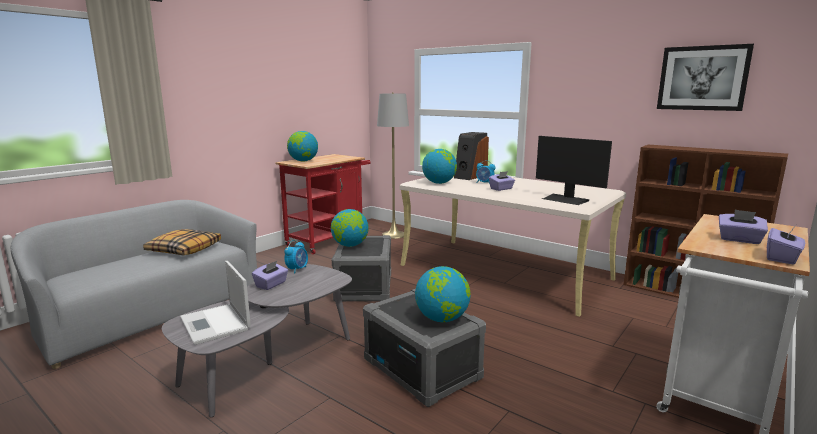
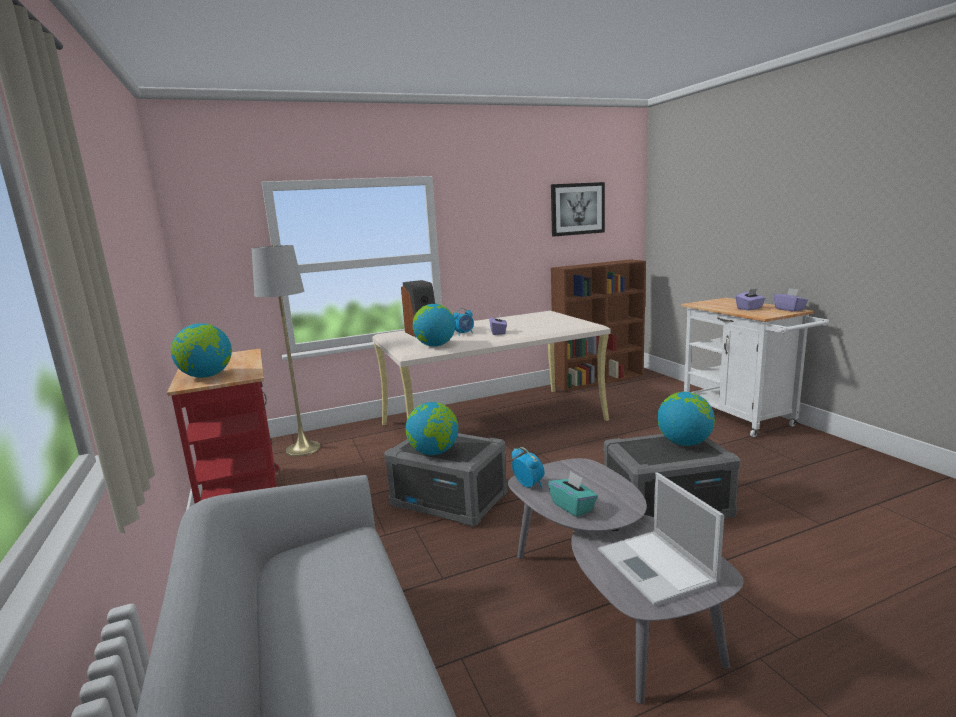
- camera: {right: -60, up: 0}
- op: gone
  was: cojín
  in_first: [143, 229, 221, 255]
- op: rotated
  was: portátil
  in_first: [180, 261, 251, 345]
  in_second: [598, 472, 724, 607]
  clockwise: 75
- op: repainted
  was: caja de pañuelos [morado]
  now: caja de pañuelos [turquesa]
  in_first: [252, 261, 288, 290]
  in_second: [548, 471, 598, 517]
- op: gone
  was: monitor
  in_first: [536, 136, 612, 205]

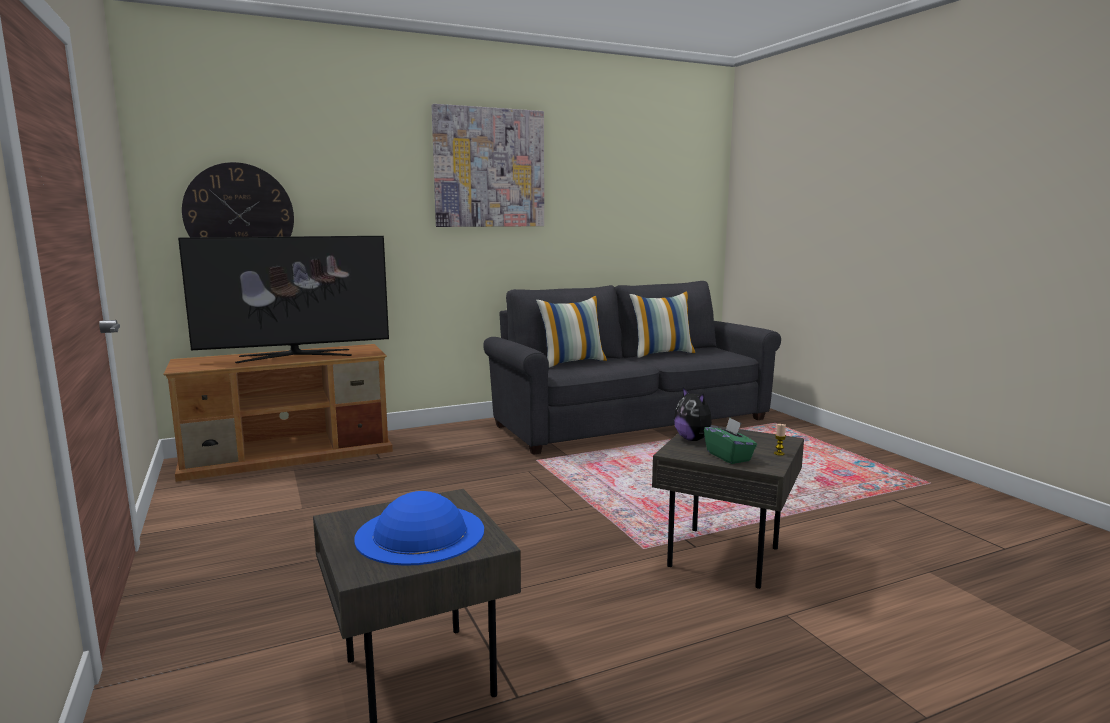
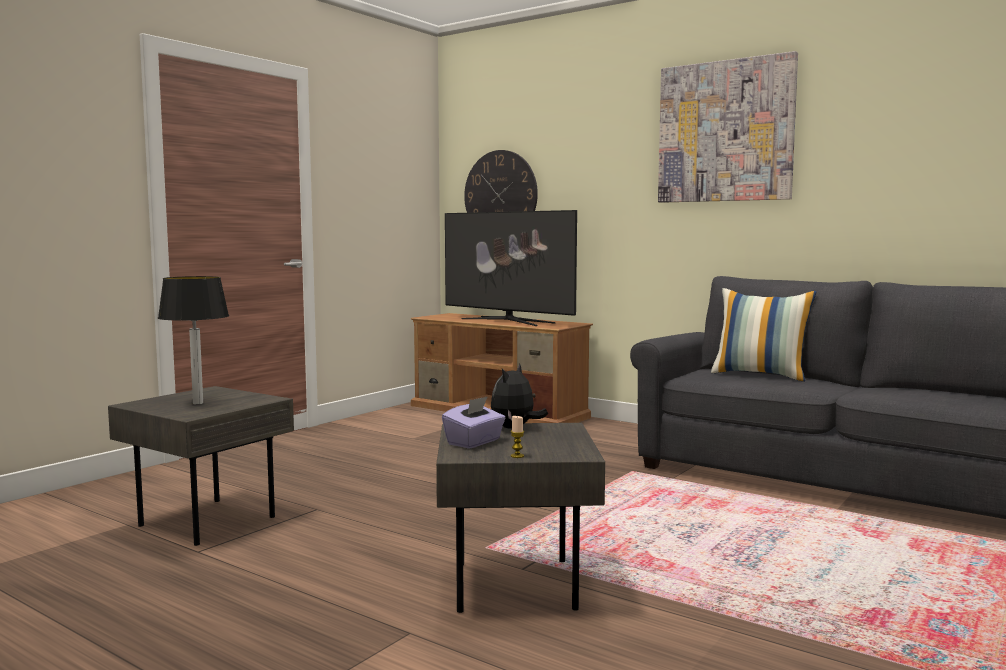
- camera: {right: 60, up: -5}
- op: swapped
  was: sombrero [azul]
  now: lámpara de mesa
  in_first: [354, 491, 484, 566]
  in_second: [158, 276, 229, 404]
- op: gone
  was: cojín
  in_first: [629, 291, 696, 358]
- op: repainted
  was: caja de pañuelos [verde]
  now: caja de pañuelos [morado]
  in_first: [704, 418, 757, 464]
  in_second: [442, 396, 506, 449]

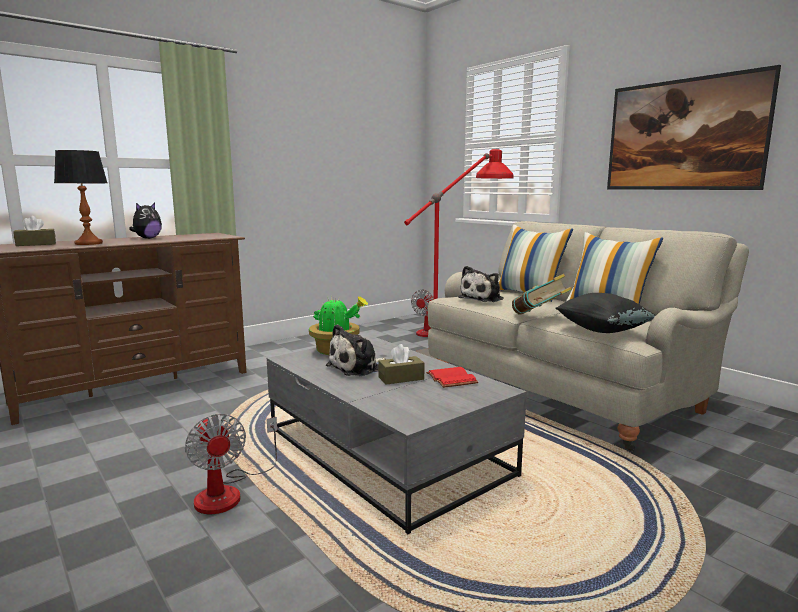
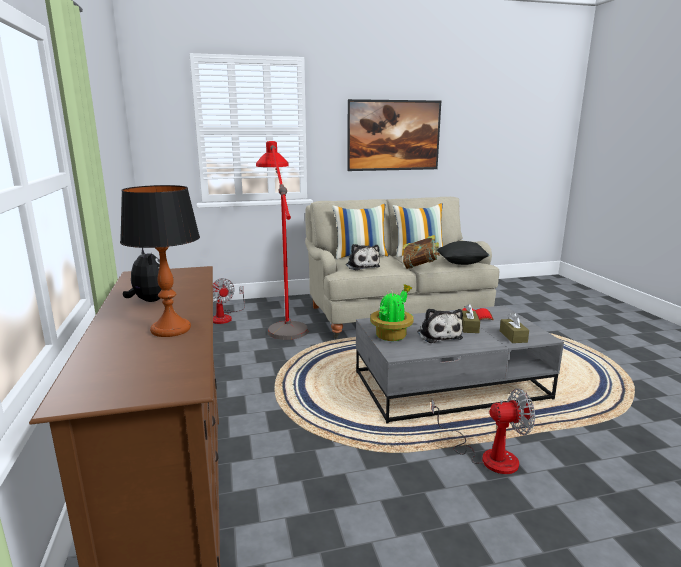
- camera: {right: -65, up: 5}
- op: shifted
  was: caja de pañuelos [marrón]
  in_first: [13, 216, 56, 246]
  in_second: [500, 312, 529, 343]

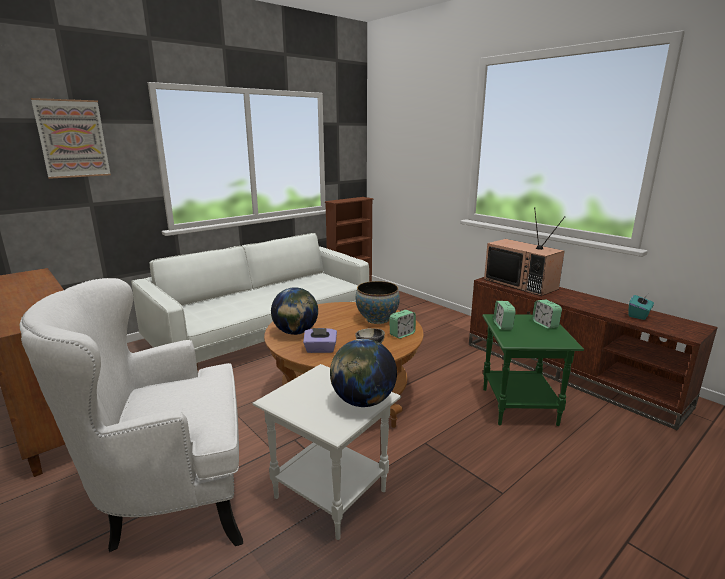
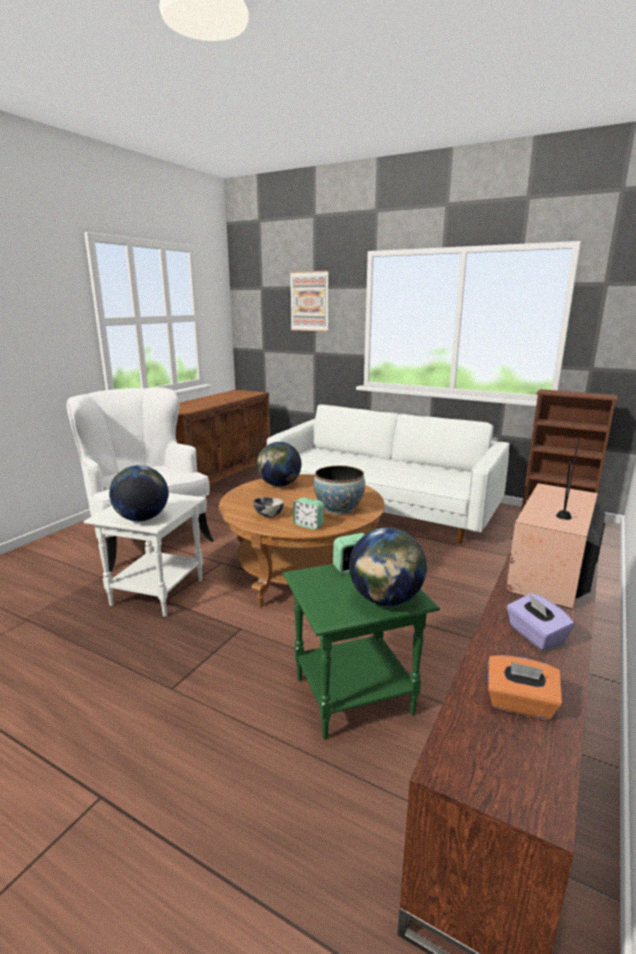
- camera: {right: 70, up: 0}
- op: shifted
  was: caja de pañuelos [morado]
  in_first: [303, 328, 337, 353]
  in_second: [507, 593, 574, 650]
- op: swapped
  was: despertador
  now: globo terráqueo
  in_first: [532, 299, 562, 329]
  in_second: [349, 527, 427, 606]
- op: repainted
  was: caja de pañuelos [turquesa]
  now: caja de pañuelos [naranja]
  in_first: [628, 294, 654, 320]
  in_second: [488, 655, 562, 720]

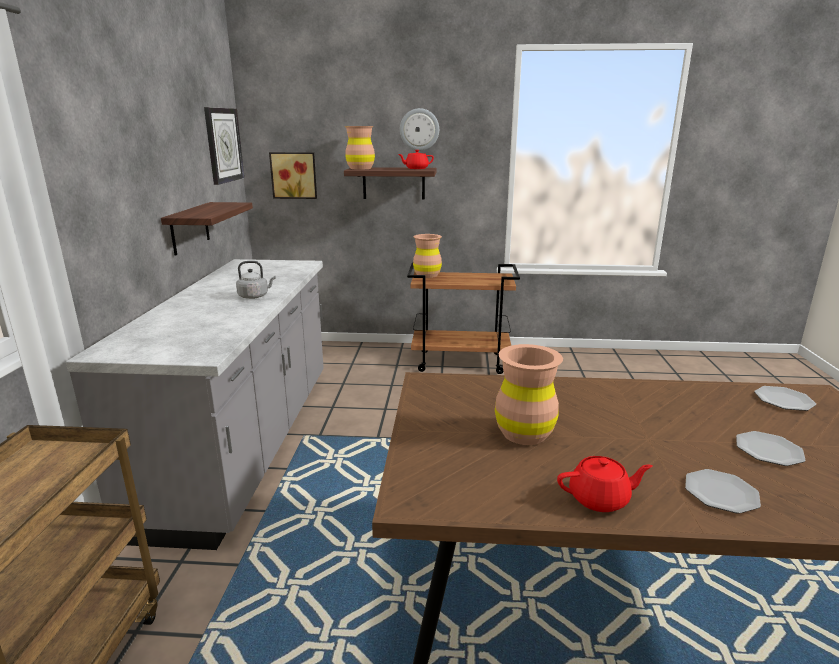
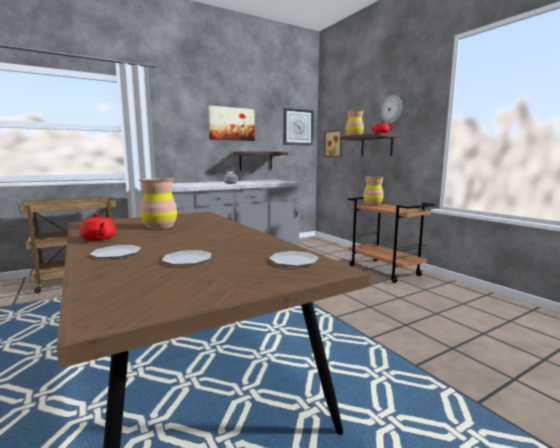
- camera: {right: 55, up: -10}
- op: new
  now: cuadro
  in_second: [208, 106, 255, 141]

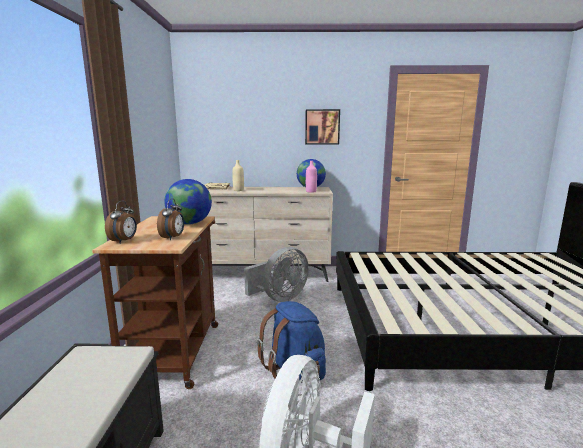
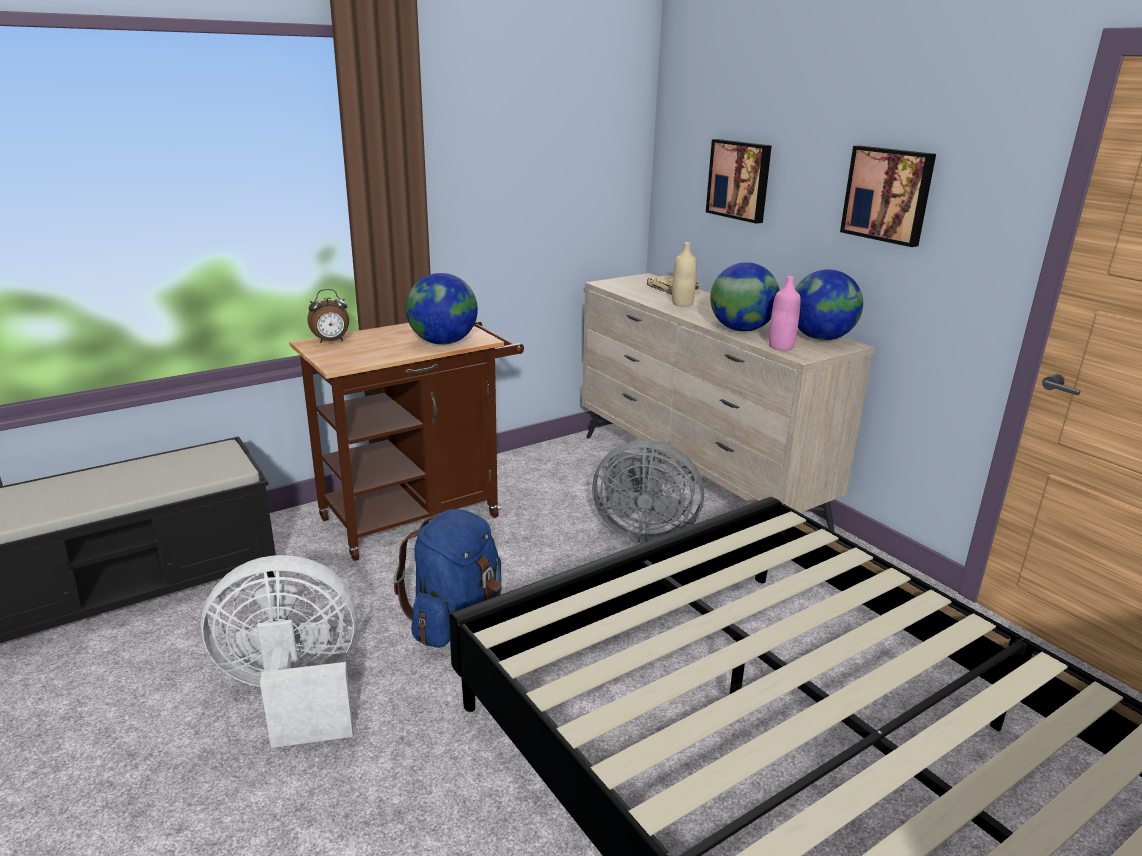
- camera: {right: 55, up: 10}
- op: gone
  was: despertador
  in_first: [157, 198, 184, 240]
- op: new
  now: cuadro
  in_second: [706, 139, 772, 224]
- op: new
  now: globo terráqueo
  in_second: [710, 262, 780, 331]

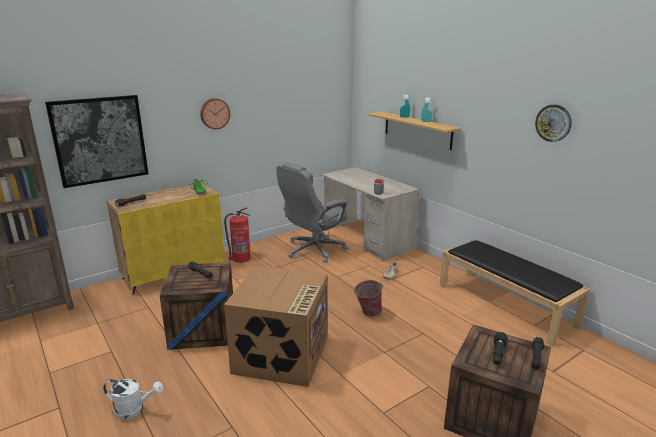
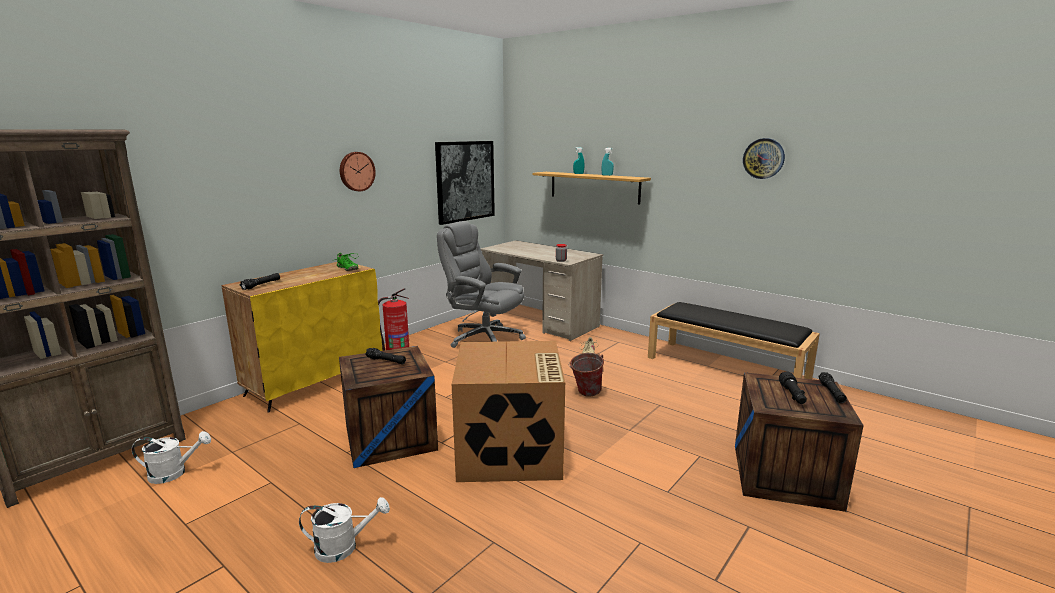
- camera: {right: -15, up: -5}
- op: shifted
  was: cuadro
  in_first: [45, 95, 148, 188]
  in_second: [435, 141, 495, 225]
- op: rotated
  was: silla de oficina [gris]
  in_first: [276, 162, 348, 263]
  in_second: [437, 221, 526, 348]
  clockwise: 90
- op: new
  now: regadera [blanco]
  in_second: [132, 431, 211, 484]

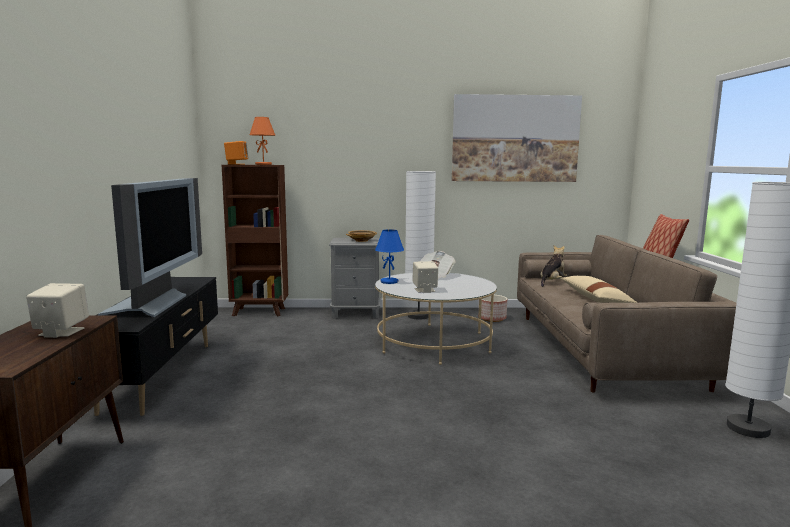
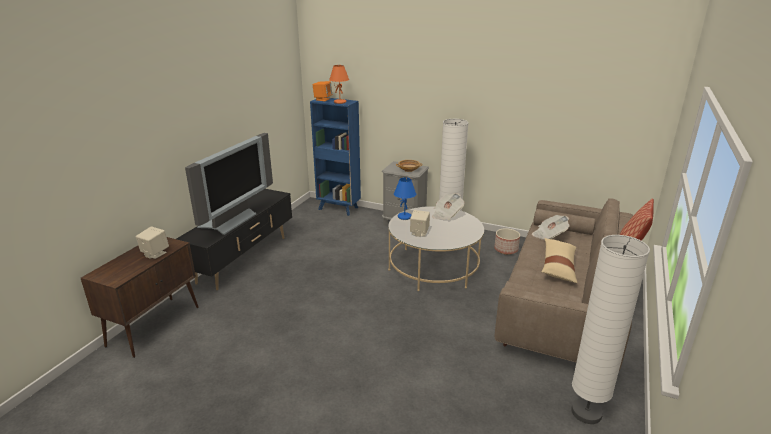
- camera: {right: 25, up: 15}
- op: repainted
  was: estantería [marrón]
  now: estantería [azul]
  in_first: [222, 165, 288, 316]
  in_second: [310, 98, 361, 216]
- op: gone
  was: cuadro
  in_first: [452, 94, 582, 182]
- op: swapped
  was: peluche
  now: periódico
  in_first: [541, 245, 567, 287]
  in_second: [532, 215, 569, 241]

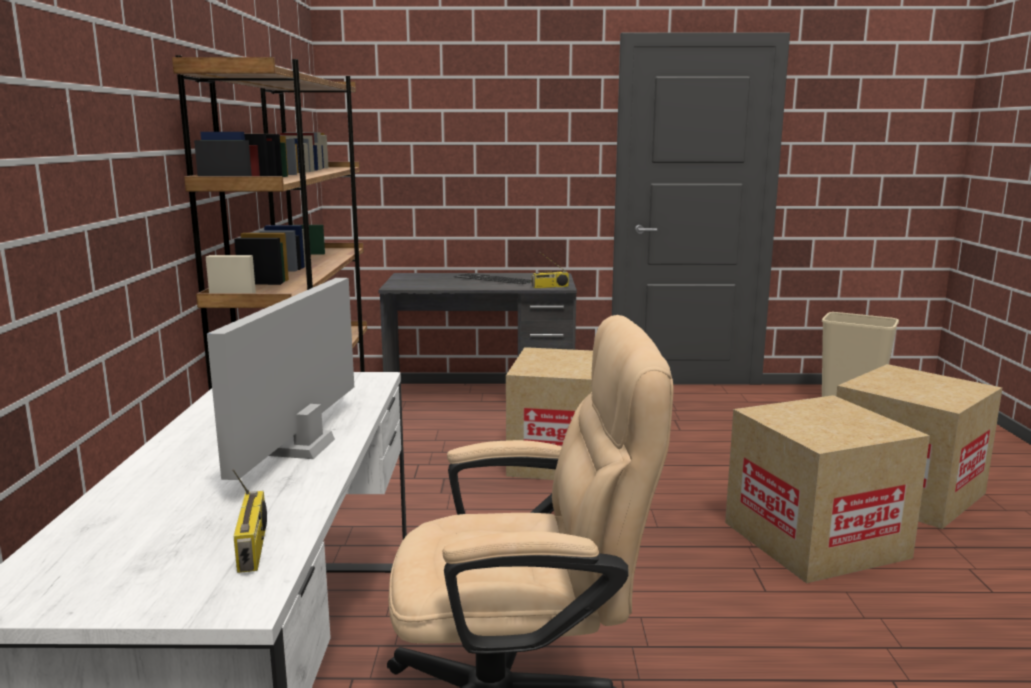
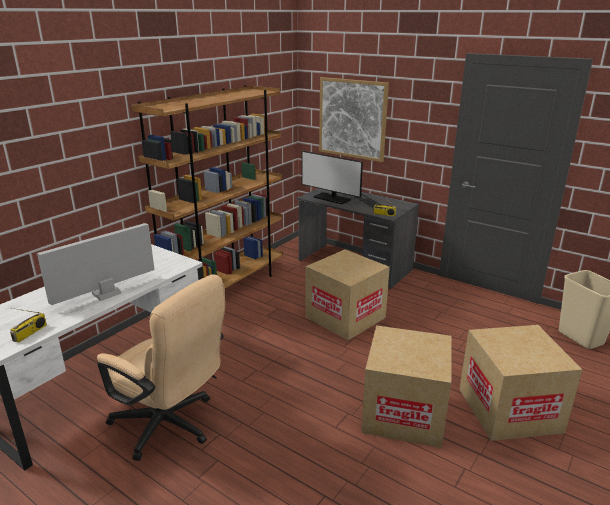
- camera: {right: 35, up: 10}
- op: new
  now: monitor
  in_second: [302, 151, 363, 204]
- op: new
  now: cuadro
  in_second: [319, 77, 389, 162]

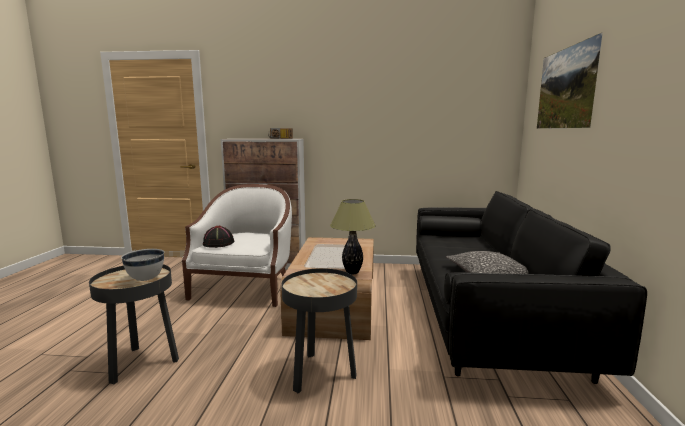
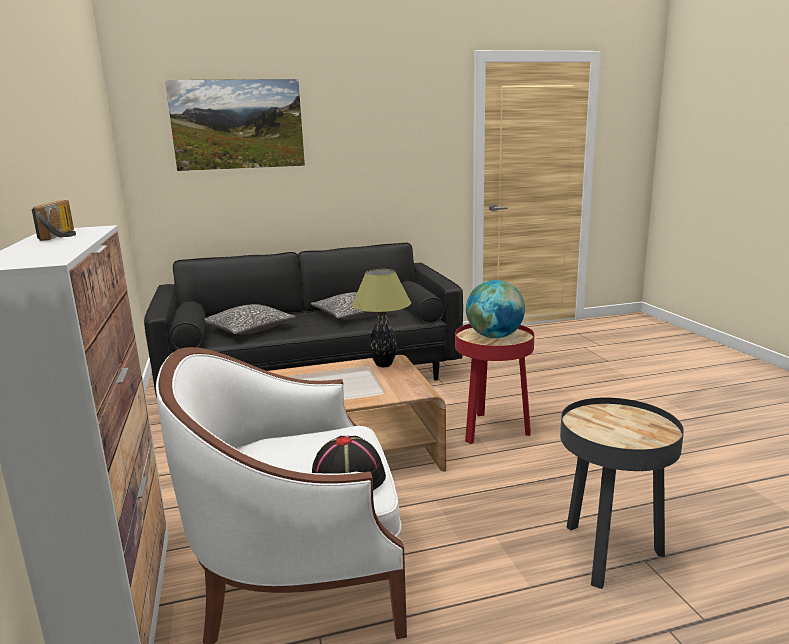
- camera: {right: -110, up: 5}
- op: gone
  was: cuenco [blanco]
  in_first: [121, 249, 164, 281]
- op: repainted
  was: mesa auxiliar [negro]
  now: mesa auxiliar [rojo]
  in_first: [282, 268, 357, 393]
  in_second: [455, 324, 534, 444]
- op: new
  now: cojín
  in_second: [205, 304, 295, 334]
- op: new
  now: globo terráqueo
  in_second: [466, 280, 525, 338]

